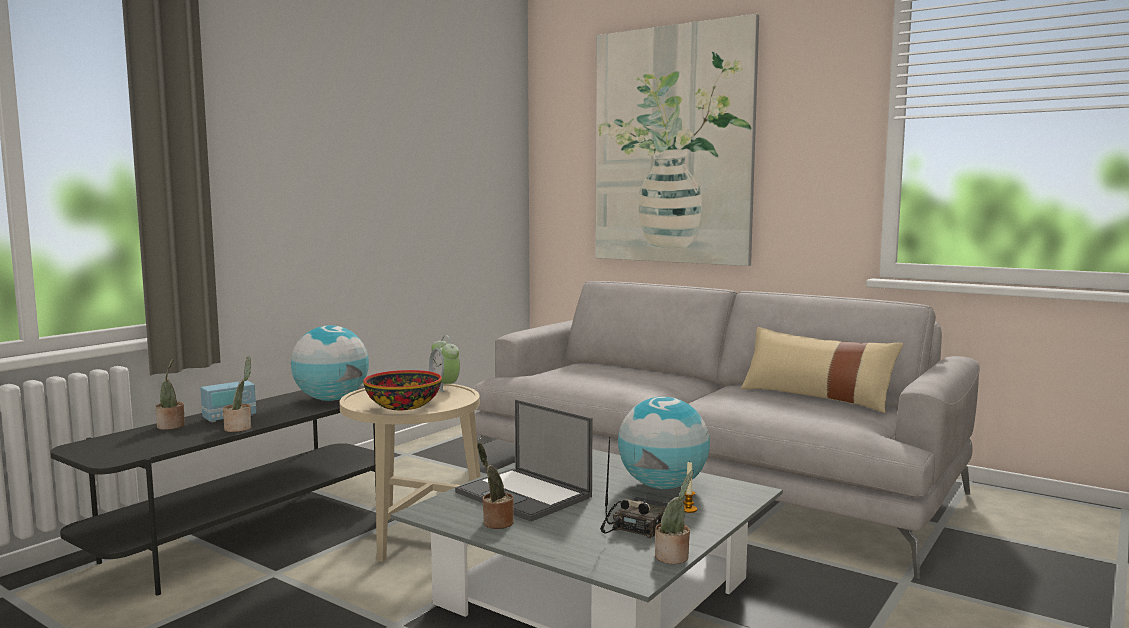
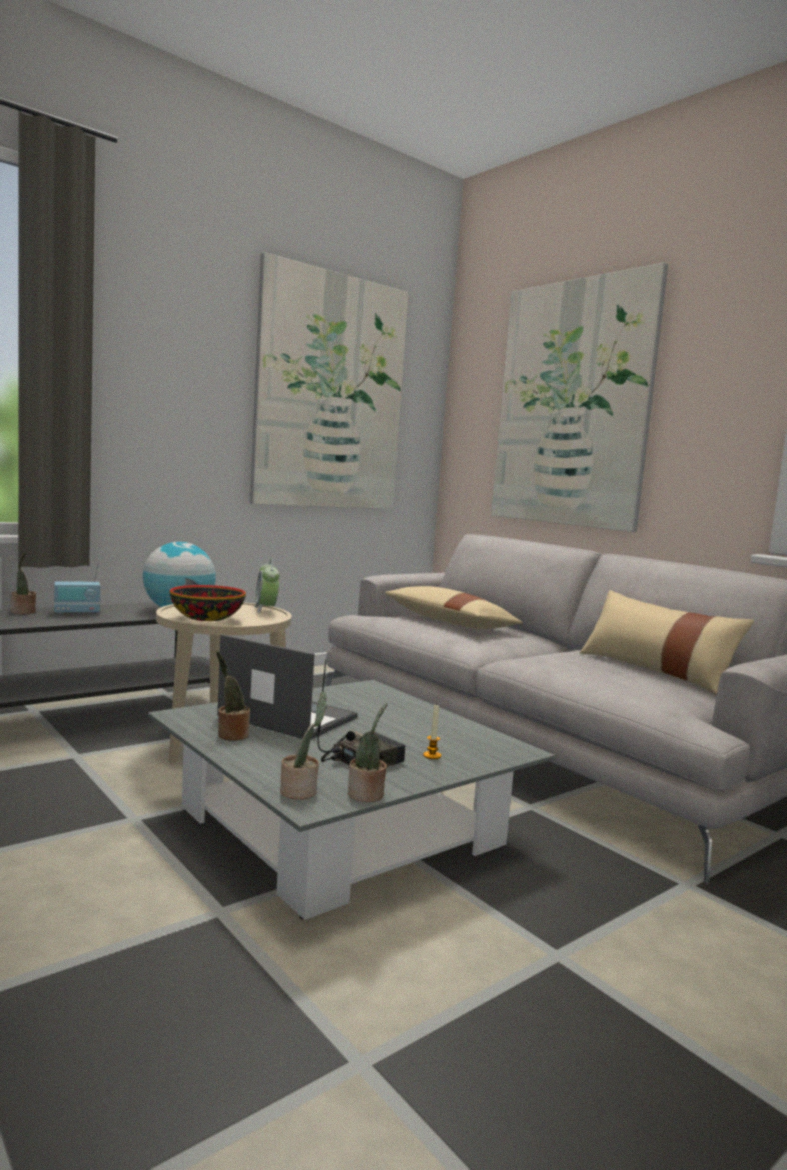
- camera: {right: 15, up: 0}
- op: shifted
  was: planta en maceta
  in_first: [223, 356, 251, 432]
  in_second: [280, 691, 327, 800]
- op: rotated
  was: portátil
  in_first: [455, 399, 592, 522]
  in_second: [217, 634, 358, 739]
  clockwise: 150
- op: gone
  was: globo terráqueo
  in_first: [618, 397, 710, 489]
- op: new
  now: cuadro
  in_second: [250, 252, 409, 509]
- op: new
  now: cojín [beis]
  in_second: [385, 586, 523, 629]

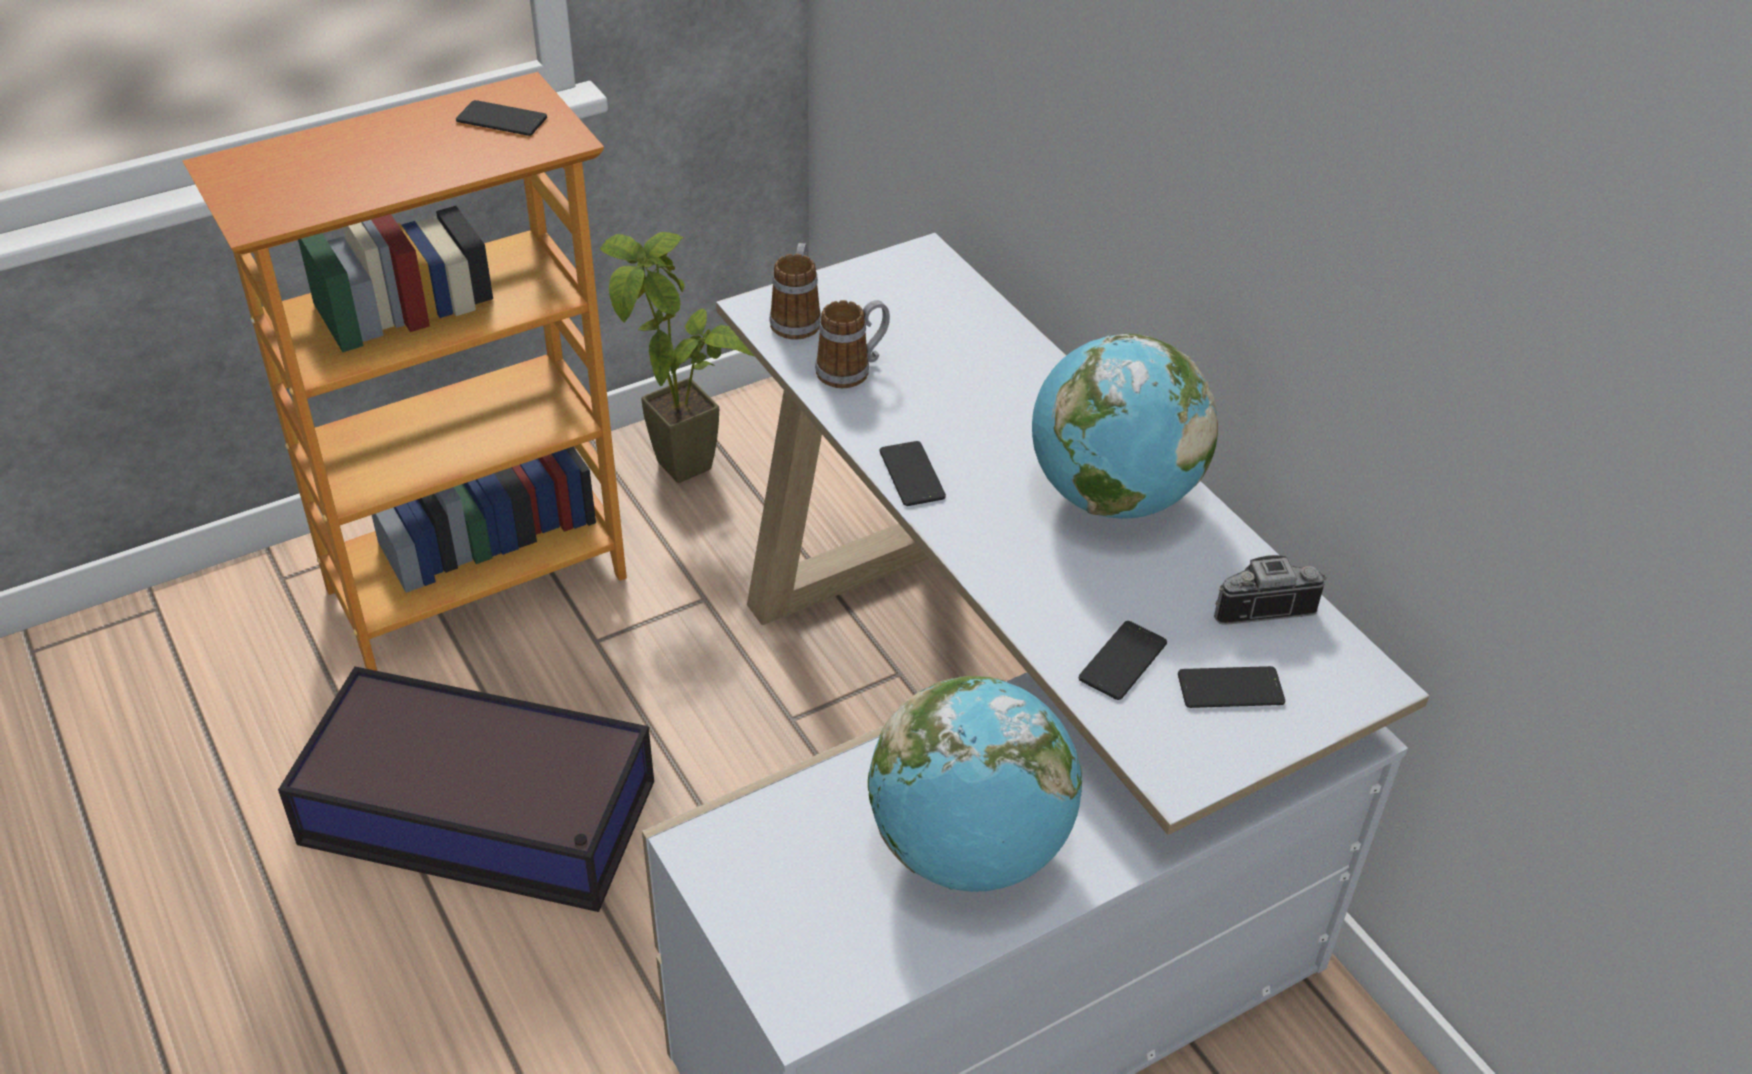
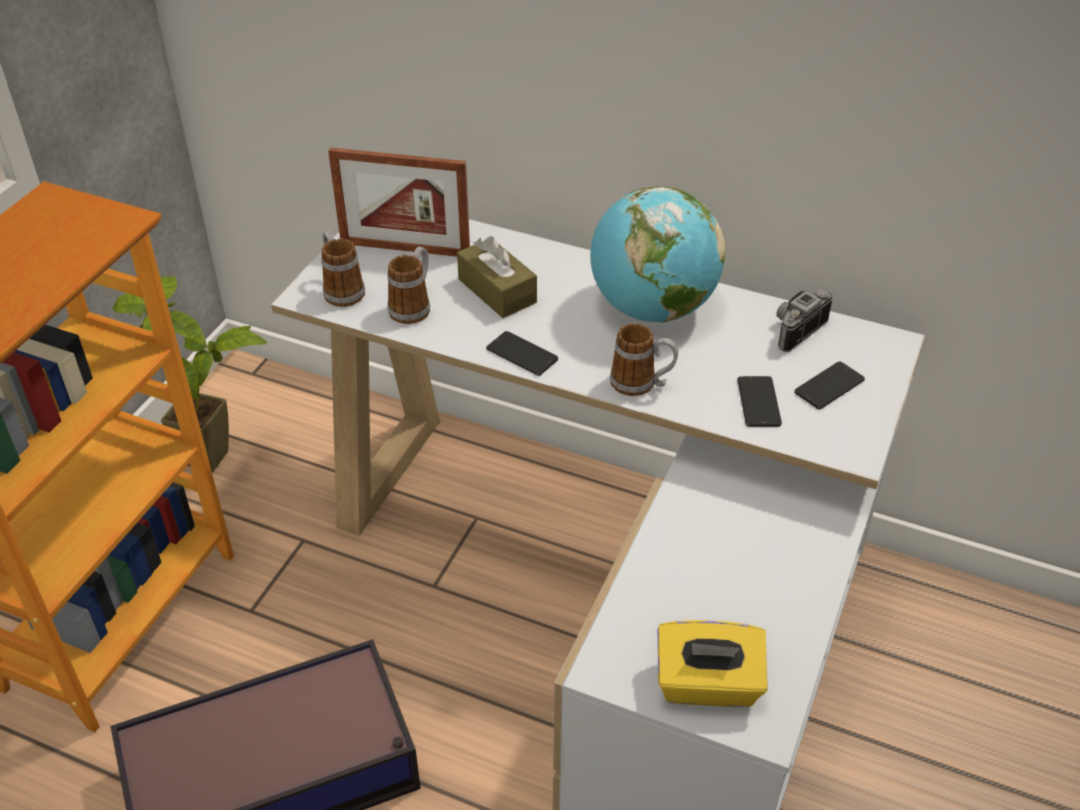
- camera: {right: -35, up: 0}
- op: gone
  was: móvil
  in_first: [456, 100, 547, 136]
- op: gone
  was: globo terráqueo
  in_first: [868, 676, 1082, 892]
- op: new
  now: portarretratos
  in_second: [328, 148, 470, 257]
- op: new
  now: caja de pañuelos [marrón]
  in_second: [457, 236, 537, 318]
- op: new
  now: taza grande
  in_second: [610, 323, 678, 396]
- op: new
  now: caja de pañuelos [amarillo]
  in_second: [658, 620, 768, 707]

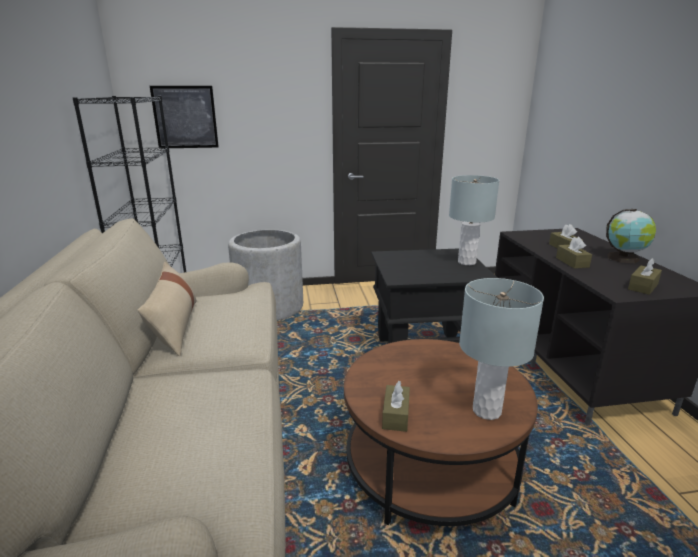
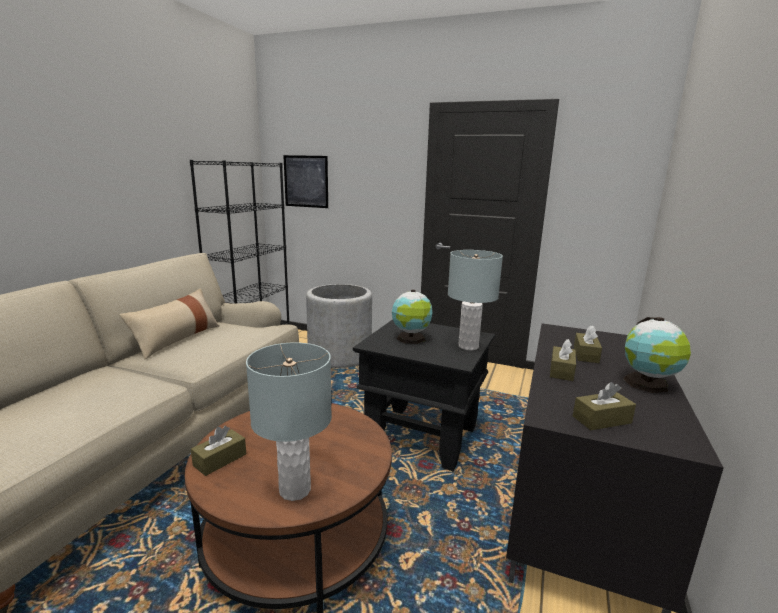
- camera: {right: 30, up: -5}
- op: new
  now: globo terráqueo
  in_second: [392, 290, 433, 344]

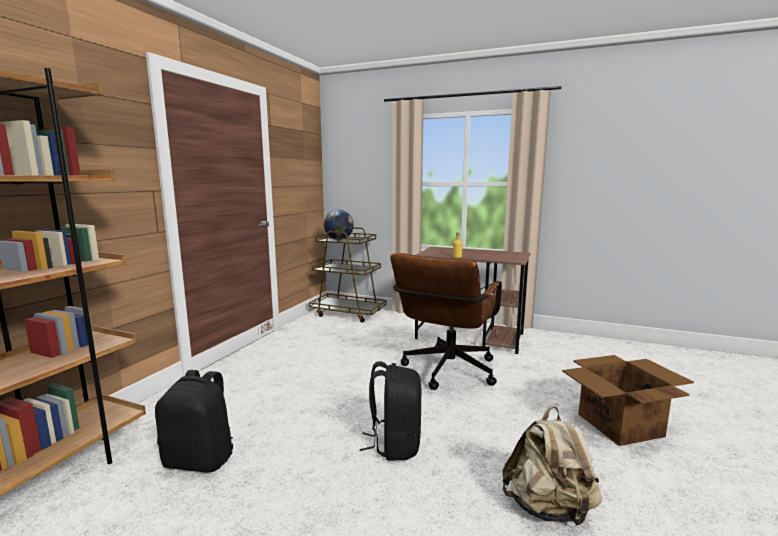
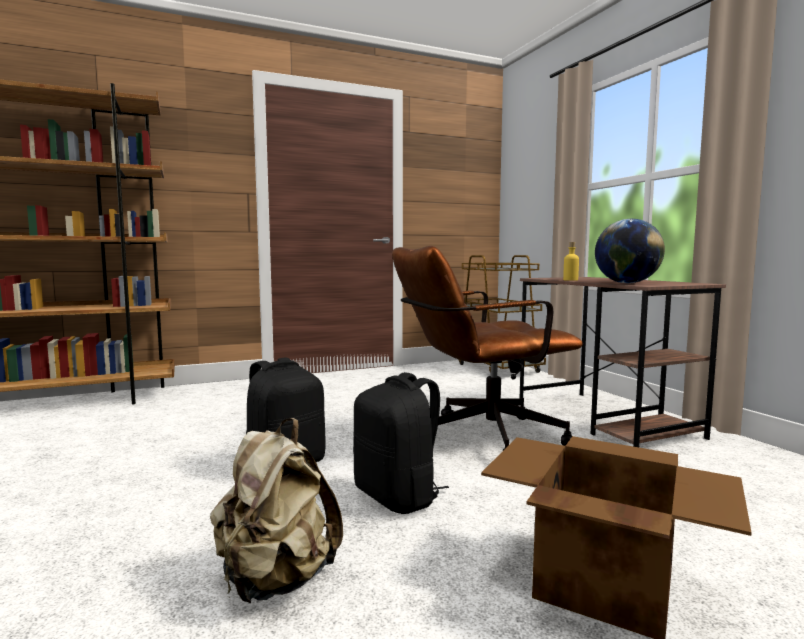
- camera: {right: 45, up: -5}
- op: shifted
  was: mochila [negro]
  in_first: [155, 370, 233, 473]
  in_second: [353, 372, 449, 514]
- op: shifted
  was: globo terráqueo
  in_first: [324, 210, 354, 240]
  in_second: [595, 219, 665, 283]

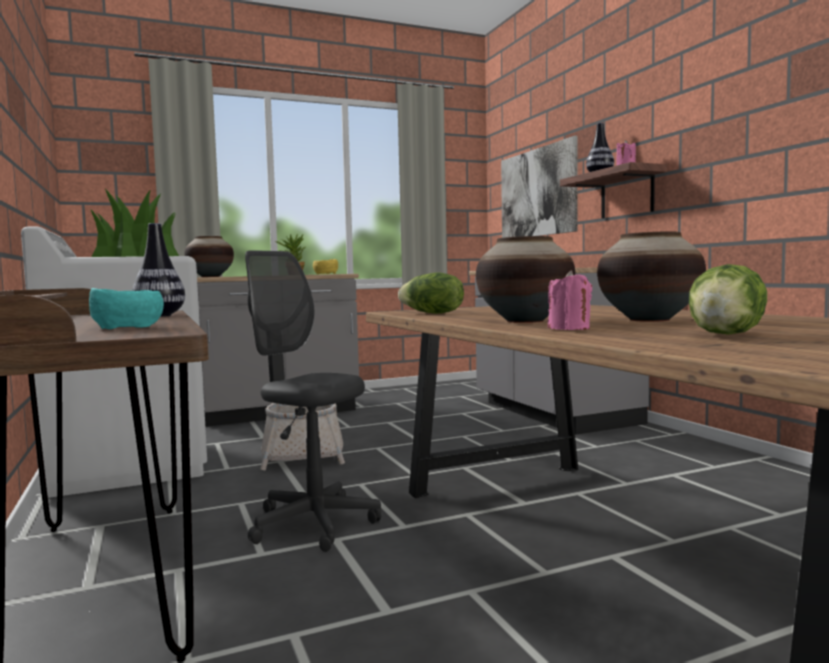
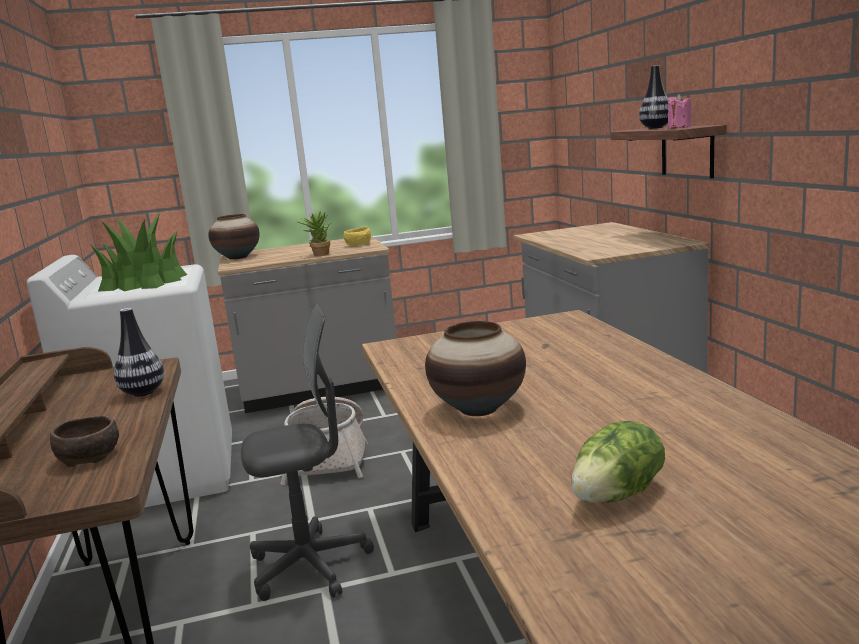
- camera: {right: 10, up: 10}
- op: repainted
  was: cuenco [turquesa]
  now: cuenco [marrón]
  in_first: [89, 288, 164, 329]
  in_second: [50, 415, 119, 467]
- op: rotated
  was: silla de oficina [gris]
  in_first: [245, 250, 382, 552]
  in_second: [241, 304, 374, 601]
  clockwise: 120
- op: gone
  was: lechuga
  in_first: [398, 273, 464, 314]
- op: gone
  was: cuadro
  in_first: [501, 136, 578, 238]
- op: gone
  was: vela [rosa]
  in_first: [548, 270, 592, 330]
- op: gone
  was: florero
  in_first: [597, 231, 706, 322]

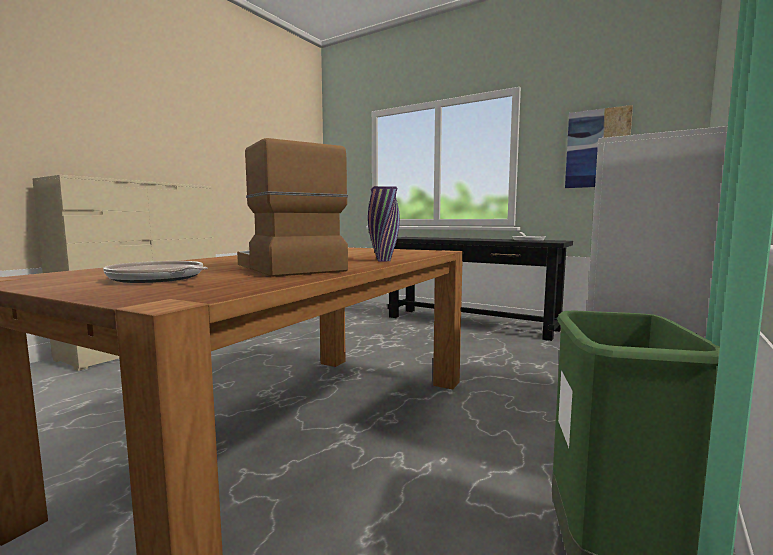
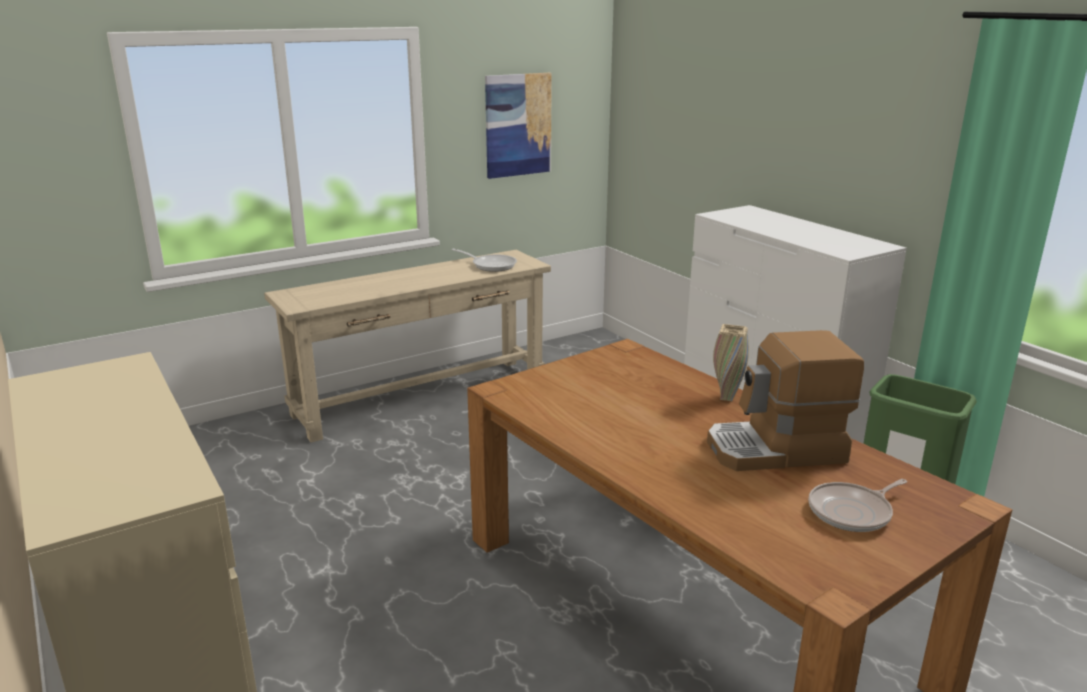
- camera: {right: -65, up: 15}
- op: repainted
  was: florero [morado]
  now: florero [beis]
  in_first: [368, 186, 400, 261]
  in_second: [713, 324, 749, 401]
- op: repainted
  was: mesa consola [negro]
  now: mesa consola [beis]
  in_first: [387, 237, 573, 341]
  in_second: [264, 250, 551, 443]

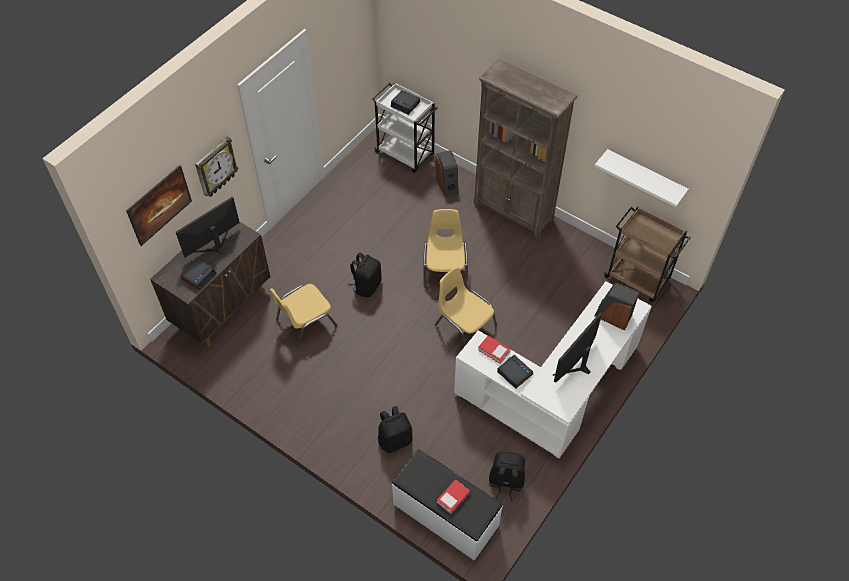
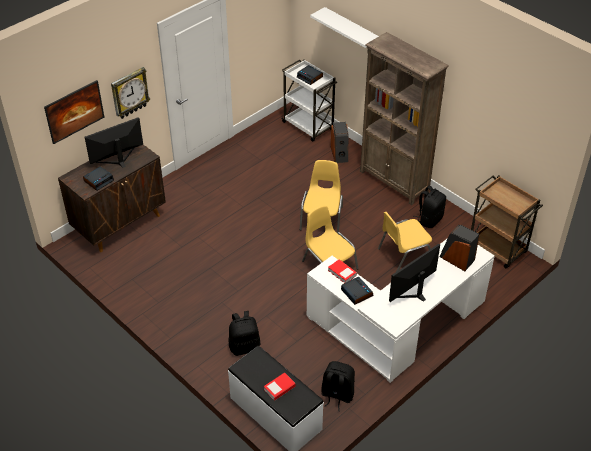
- camera: {right: 10, up: -10}
- op: shifted
  was: silla [amarillo]
  in_first: [270, 284, 338, 348]
  in_second: [378, 211, 432, 272]
- op: shifted
  was: mochila [negro]
  in_first: [348, 252, 382, 297]
  in_second: [414, 185, 446, 228]
- op: shifted
  was: estante [blanco]
  in_first: [594, 149, 689, 207]
  in_second: [310, 7, 379, 48]

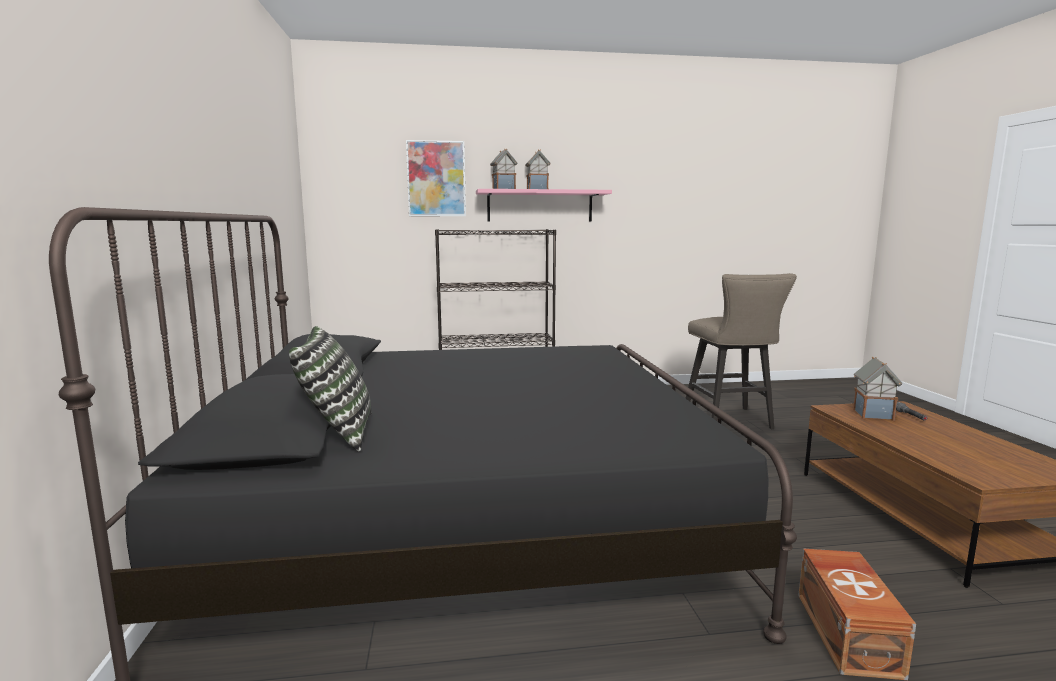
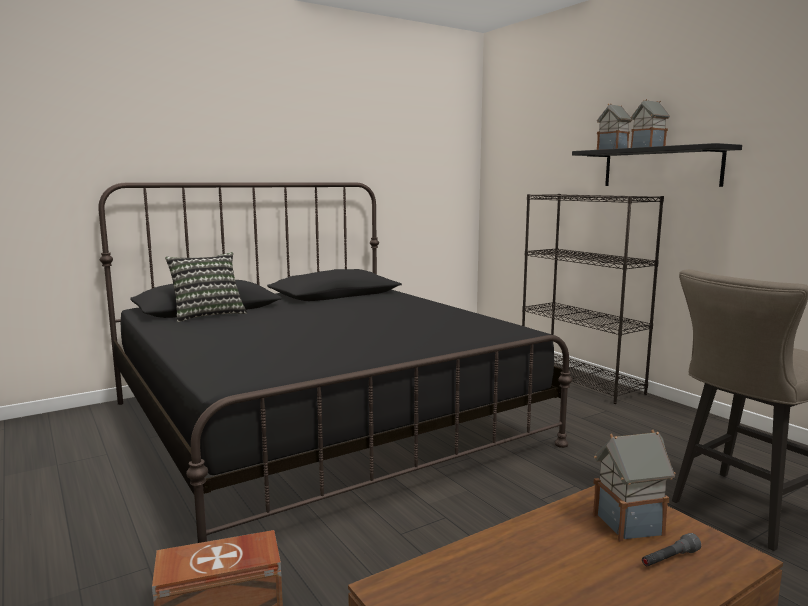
- camera: {right: 65, up: 0}
- op: gone
  was: cuadro
  in_first: [406, 140, 466, 216]
- op: repainted
  was: estante [rosa]
  now: estante [negro]
  in_first: [476, 189, 612, 222]
  in_second: [572, 143, 742, 187]

